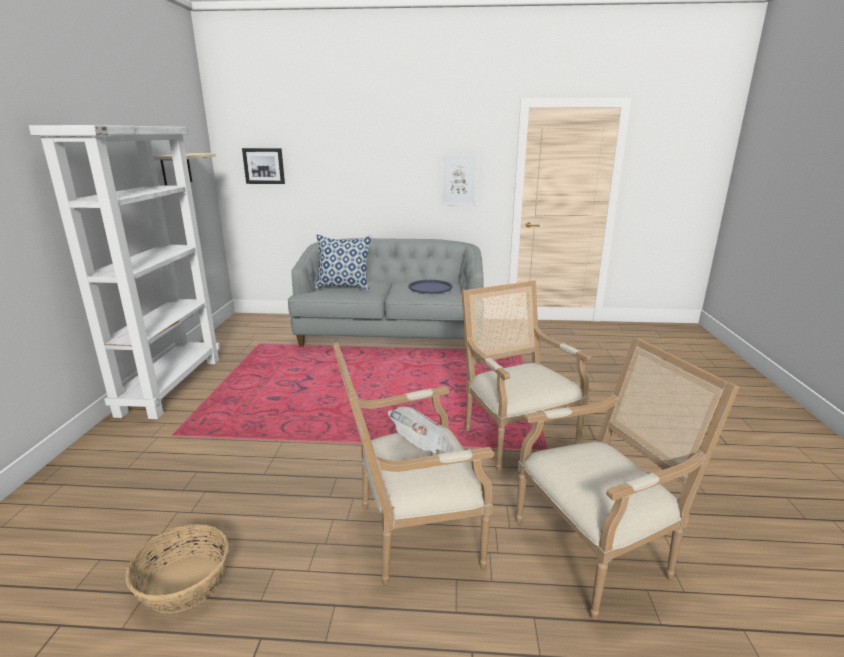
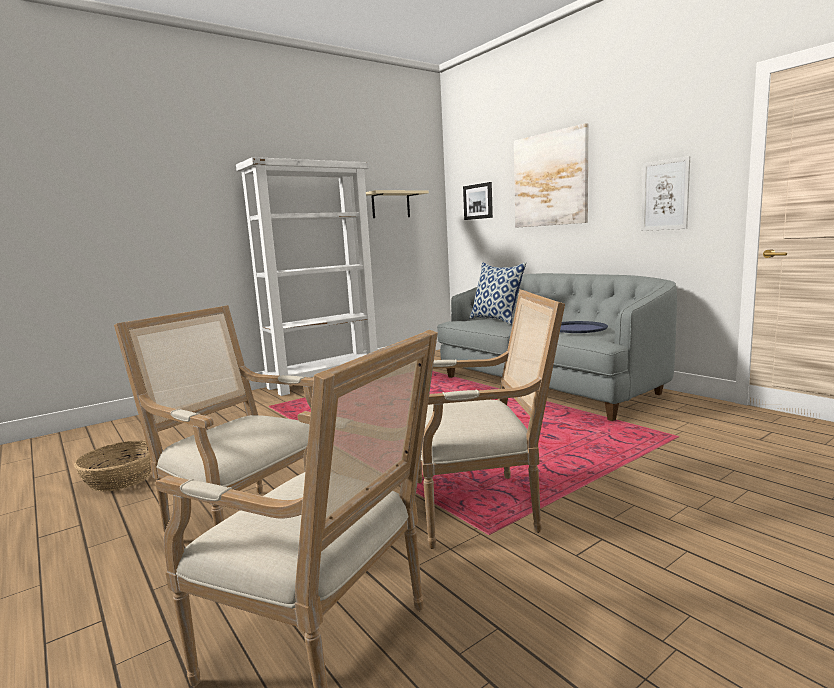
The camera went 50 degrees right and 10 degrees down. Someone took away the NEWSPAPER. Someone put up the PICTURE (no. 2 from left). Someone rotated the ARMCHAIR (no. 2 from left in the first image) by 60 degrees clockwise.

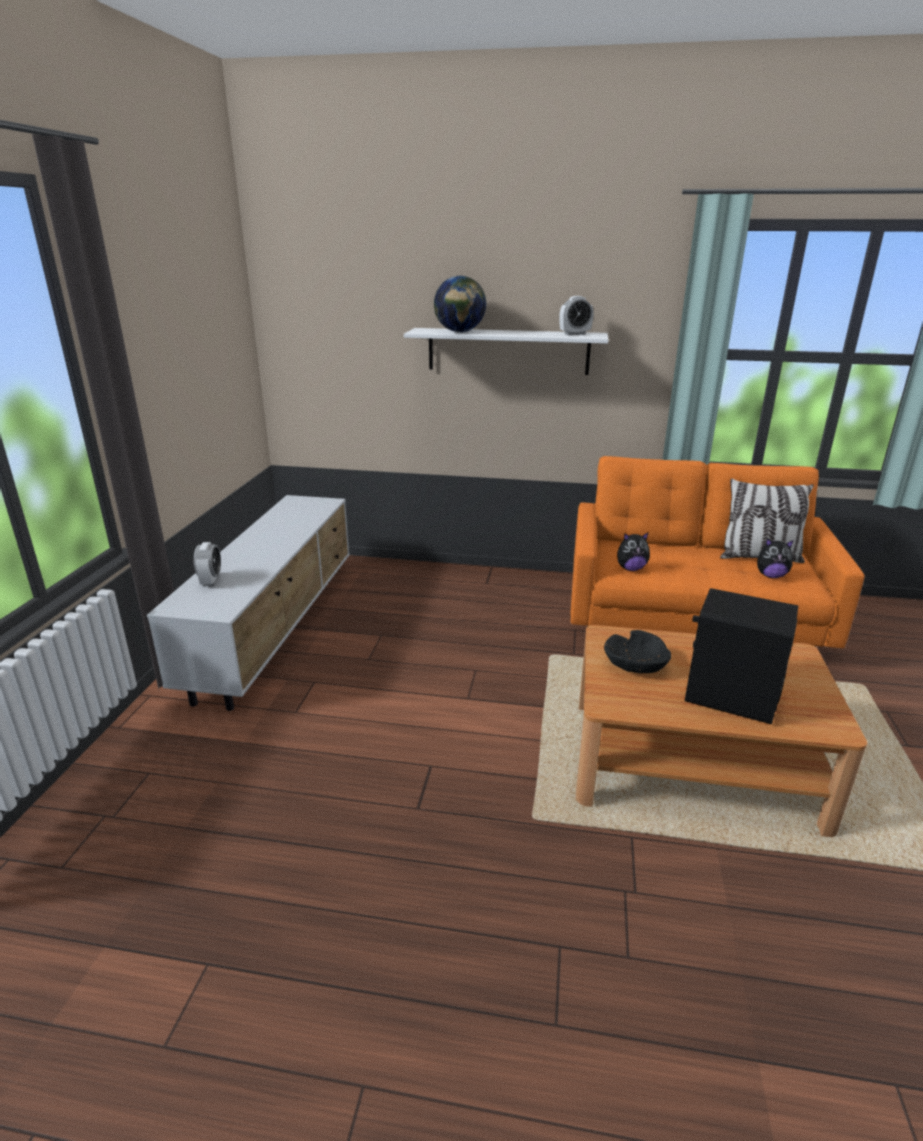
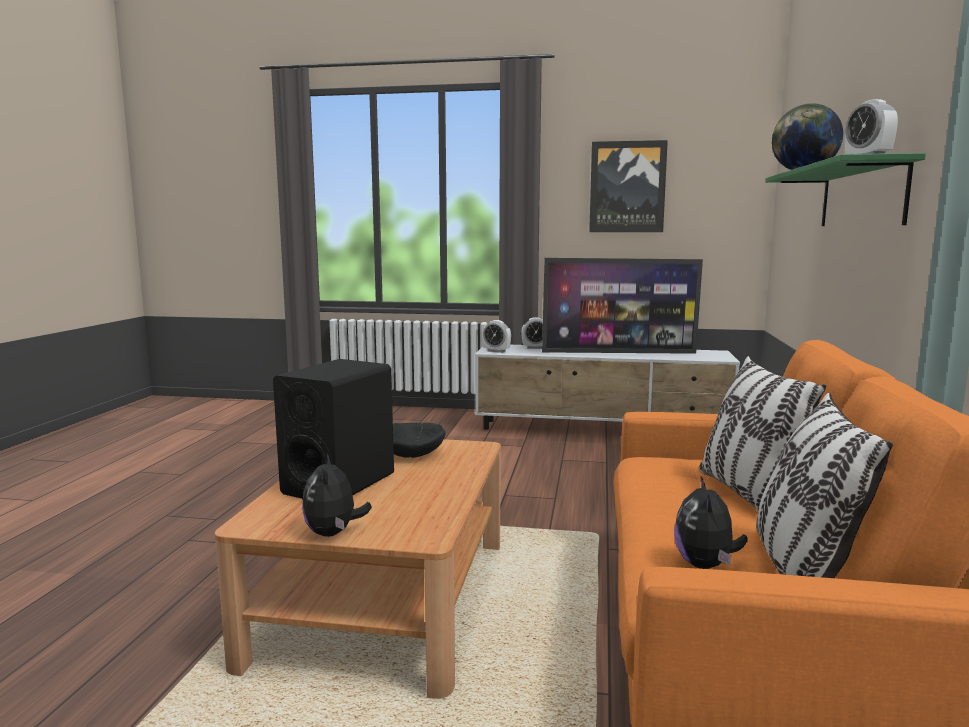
The camera went 90 degrees right and 15 degrees down. Someone put down the ALARM CLOCK (no. 1 from left). Someone put down the TELEVISION. Someone put up the PICTURE. Someone put down the PILLOW (no. 1 from left). Someone carried the PLUSH TOY (no. 1 from left). Someone repainted the WHITE SHELF, which became the GREEN SHELF.

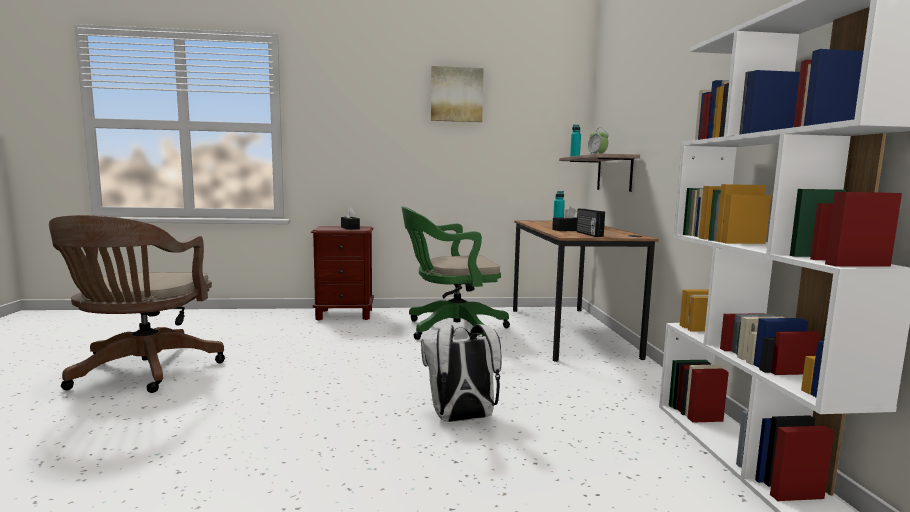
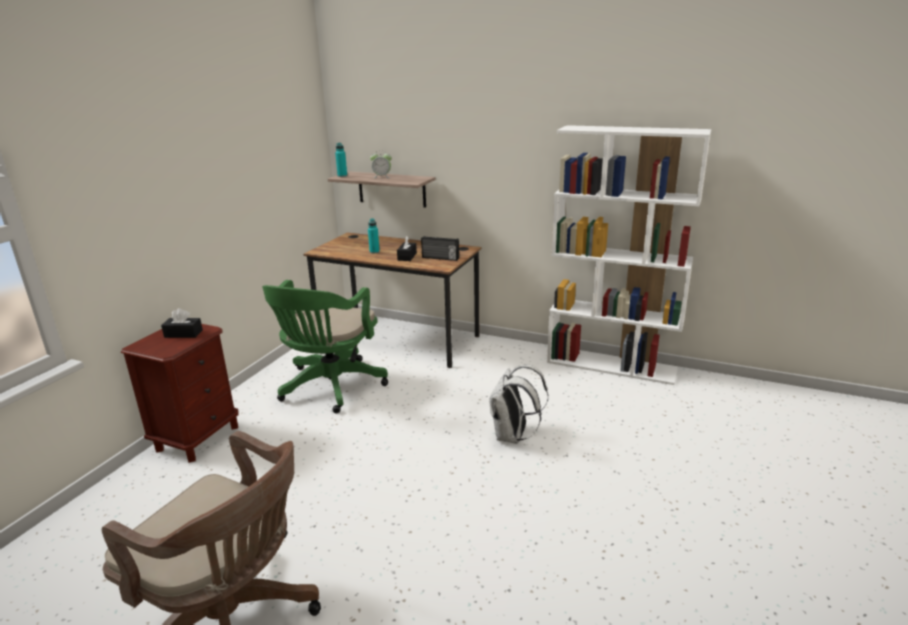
The camera went 60 degrees left and 15 degrees up. Someone took away the PICTURE.

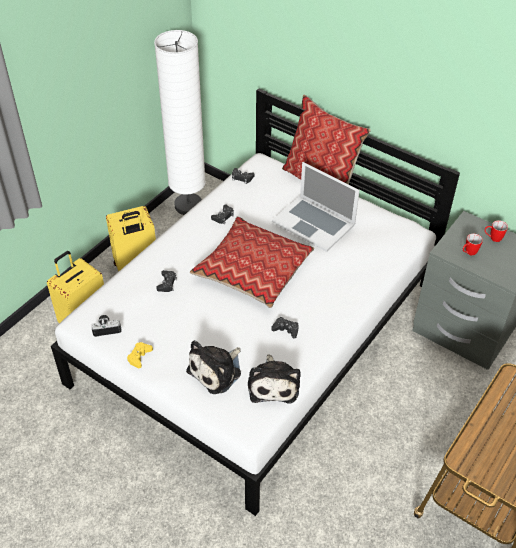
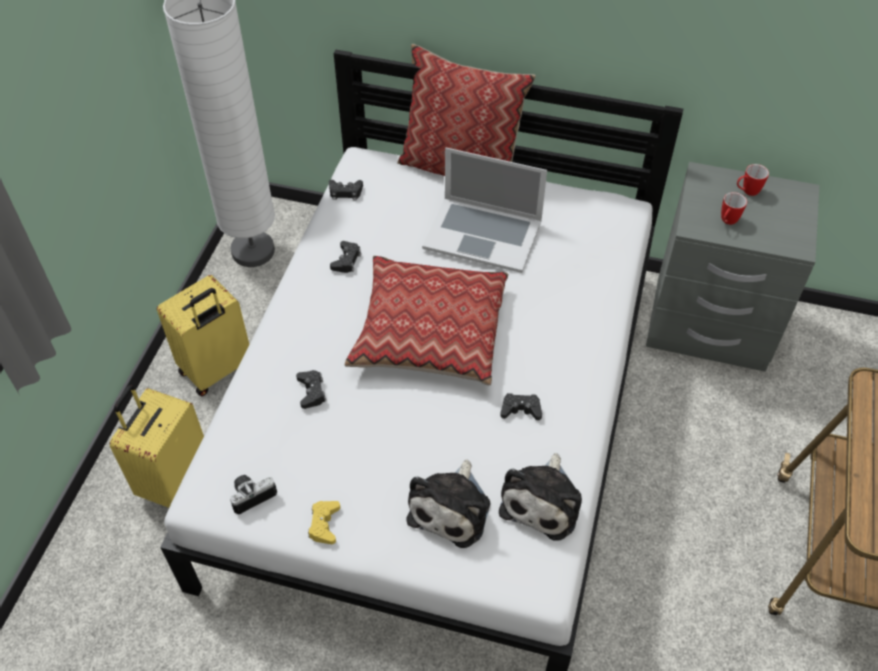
The camera went 20 degrees left and 5 degrees up. Someone rotated the PLUSH TOY (no. 2 from left) by 45 degrees clockwise.

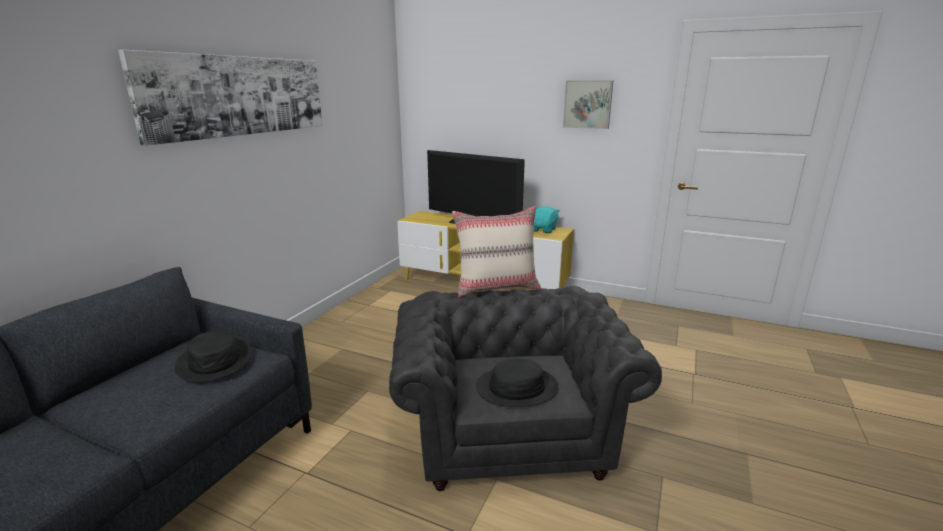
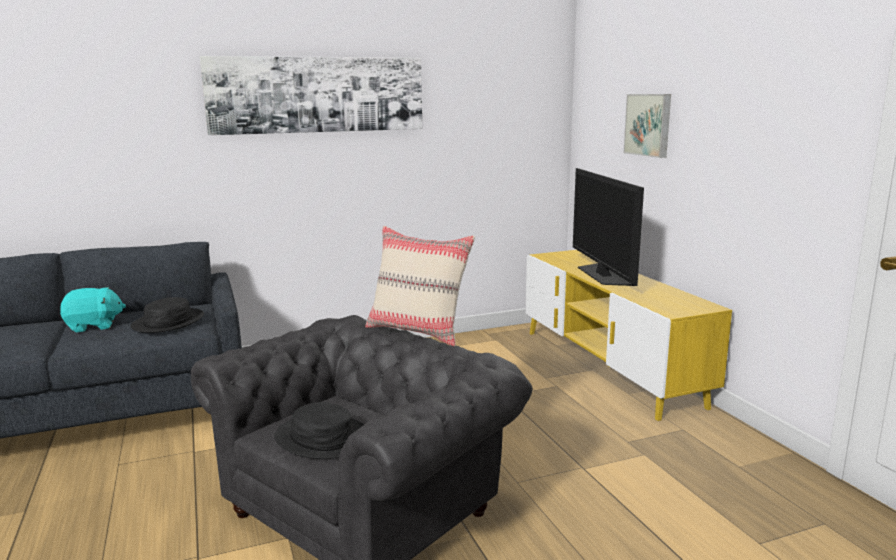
The camera went 45 degrees right and 5 degrees down. Someone carried the TURQUOISE PLUSH TOY. Someone carried the PICTURE (no. 2 from left).

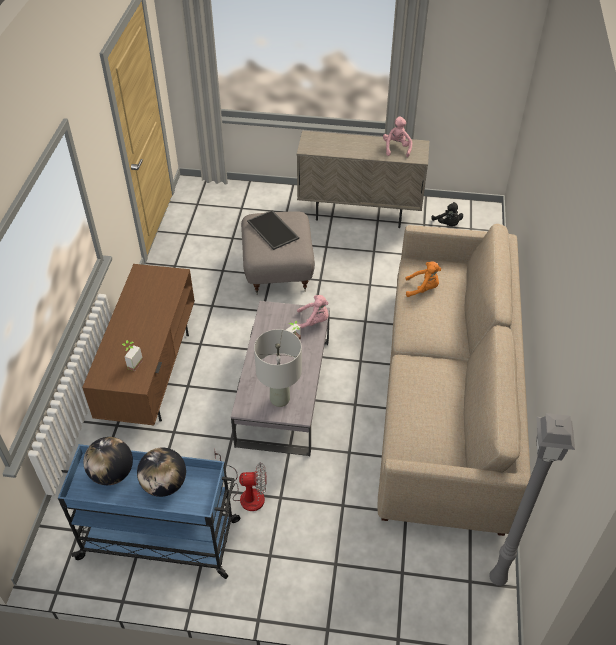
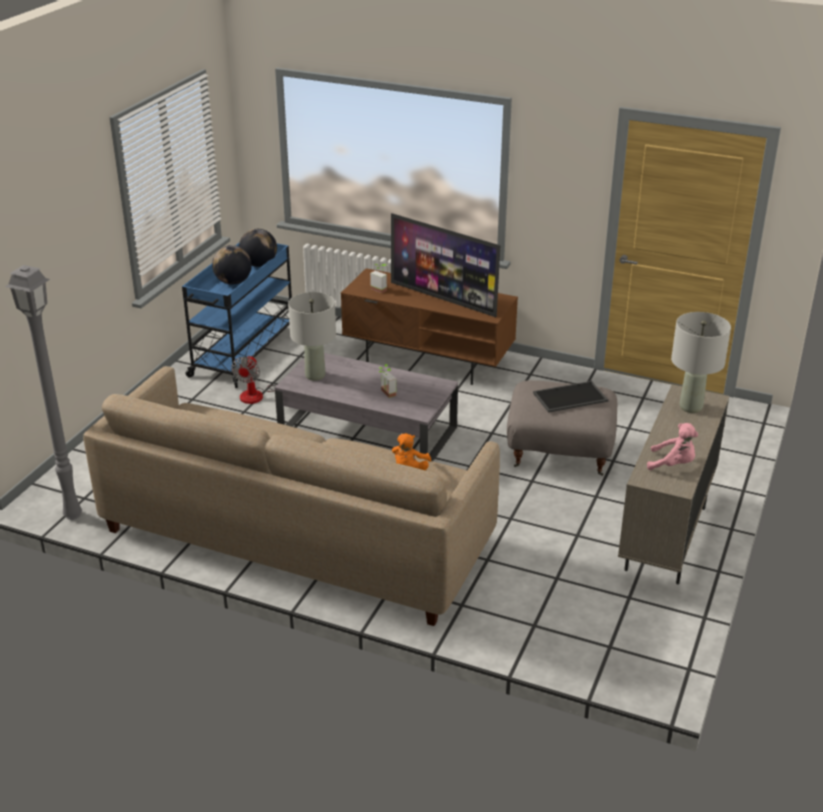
The camera went 105 degrees right and 15 degrees down. Someone took away the PINK PLUSH TOY (no. 1 from left). Someone took away the BLACK PLUSH TOY. Someone put down the TELEVISION. Someone put down the GREY TABLE LAMP (no. 2 from left).

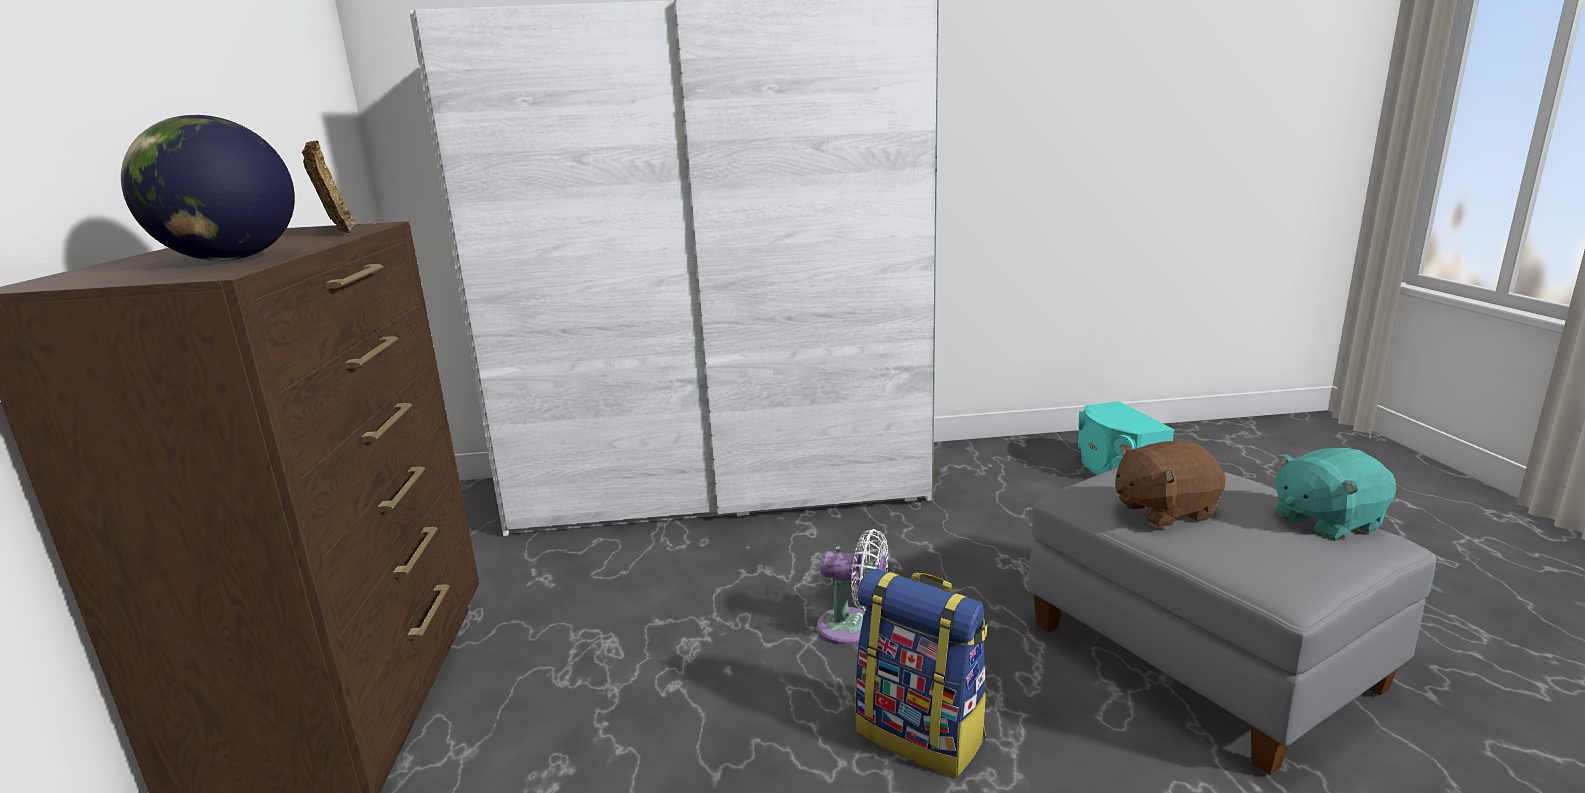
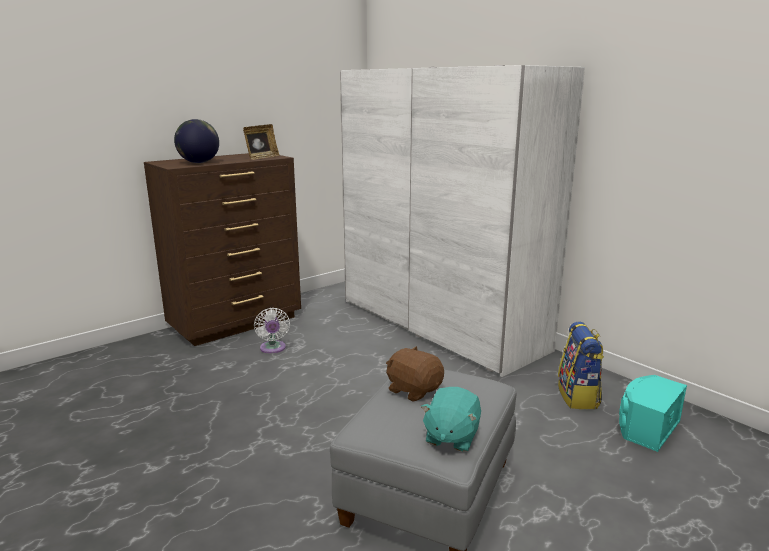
The camera went 55 degrees right and 0 degrees up. Someone carried the WHITE FAN. Someone carried the BACKPACK. Someone rotated the TURQUOISE PLUSH TOY by 105 degrees counterclockwise.

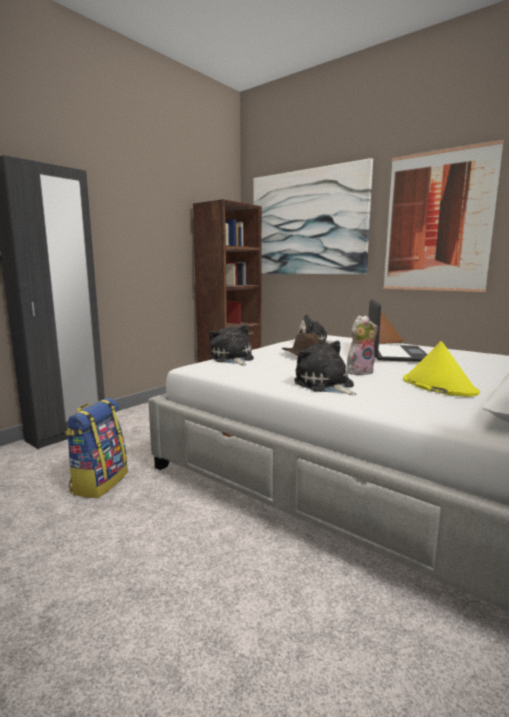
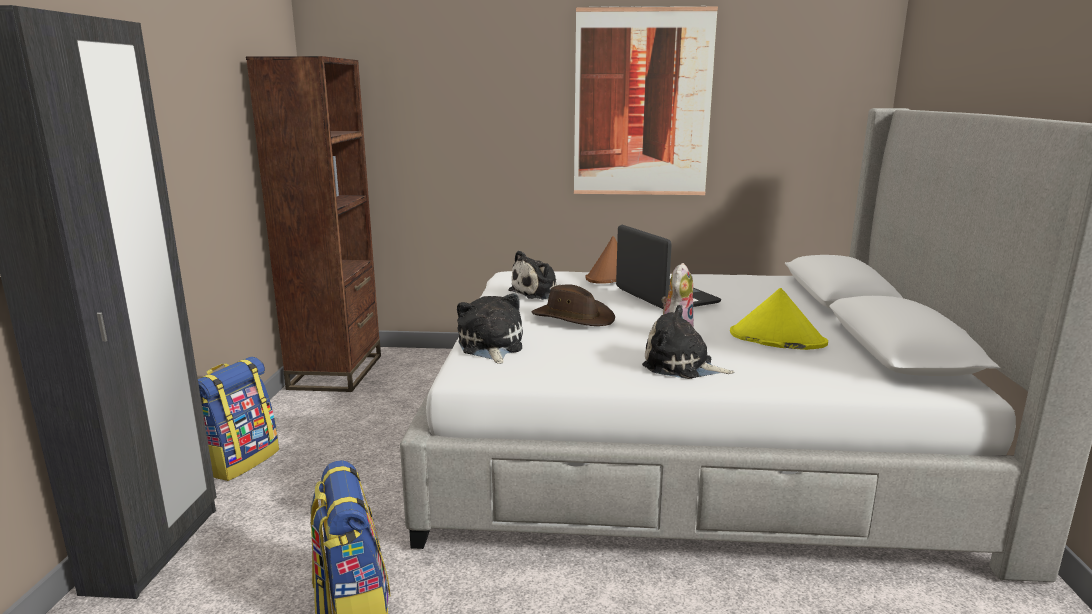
The camera went 35 degrees left and 5 degrees up. Someone took away the PICTURE (no. 1 from left). Someone put down the BACKPACK (no. 1 from left). Someone rotated the PLUSH TOY (no. 1 from left) by 45 degrees clockwise.

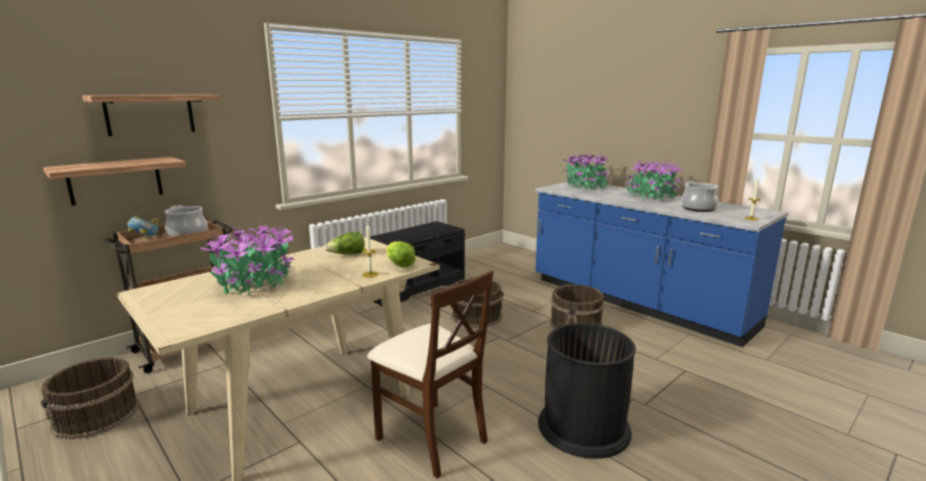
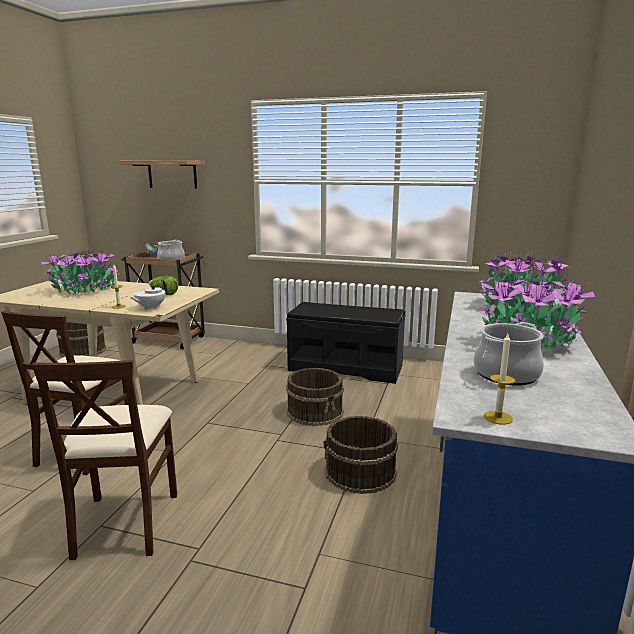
The camera went 60 degrees right and 0 degrees up. Someone took away the SHELF (no. 1 from left). Someone swapped the LETTUCE (no. 2 from left) for the WHITE TEAPOT. Someone swapped the BLACK TRASH CAN for the BEIGE CHAIR (no. 2 from left).

